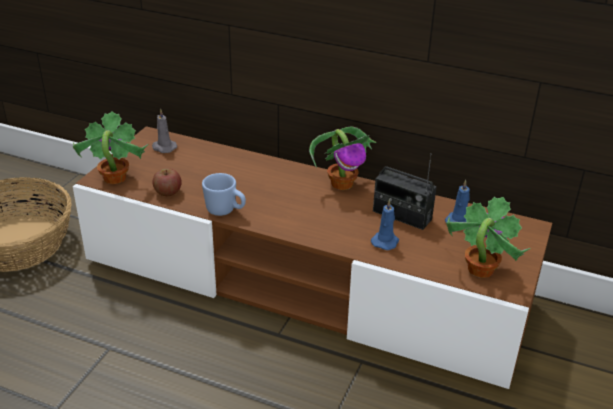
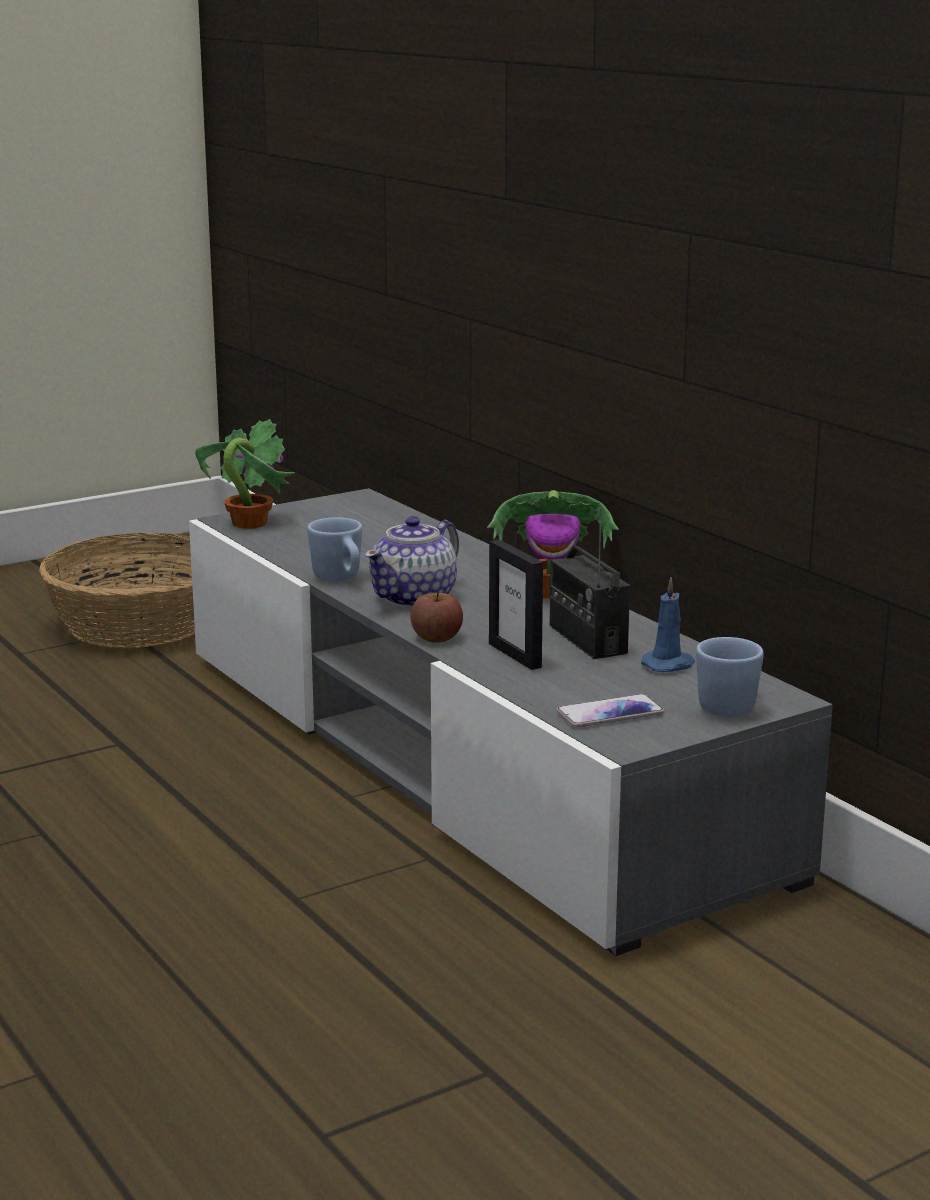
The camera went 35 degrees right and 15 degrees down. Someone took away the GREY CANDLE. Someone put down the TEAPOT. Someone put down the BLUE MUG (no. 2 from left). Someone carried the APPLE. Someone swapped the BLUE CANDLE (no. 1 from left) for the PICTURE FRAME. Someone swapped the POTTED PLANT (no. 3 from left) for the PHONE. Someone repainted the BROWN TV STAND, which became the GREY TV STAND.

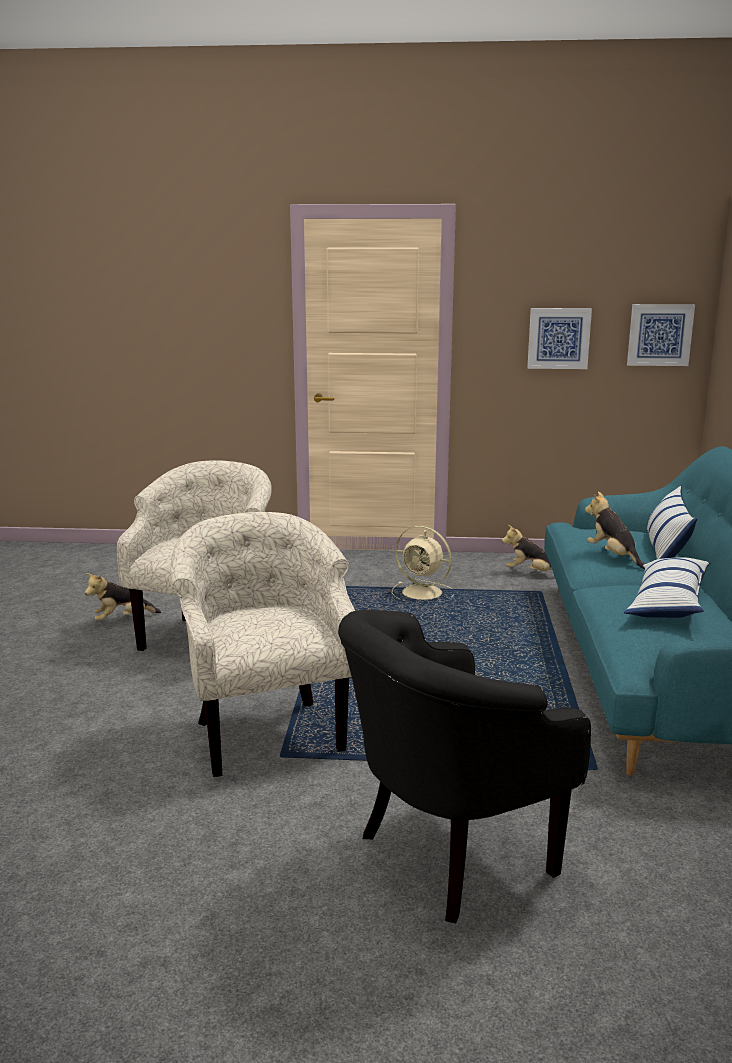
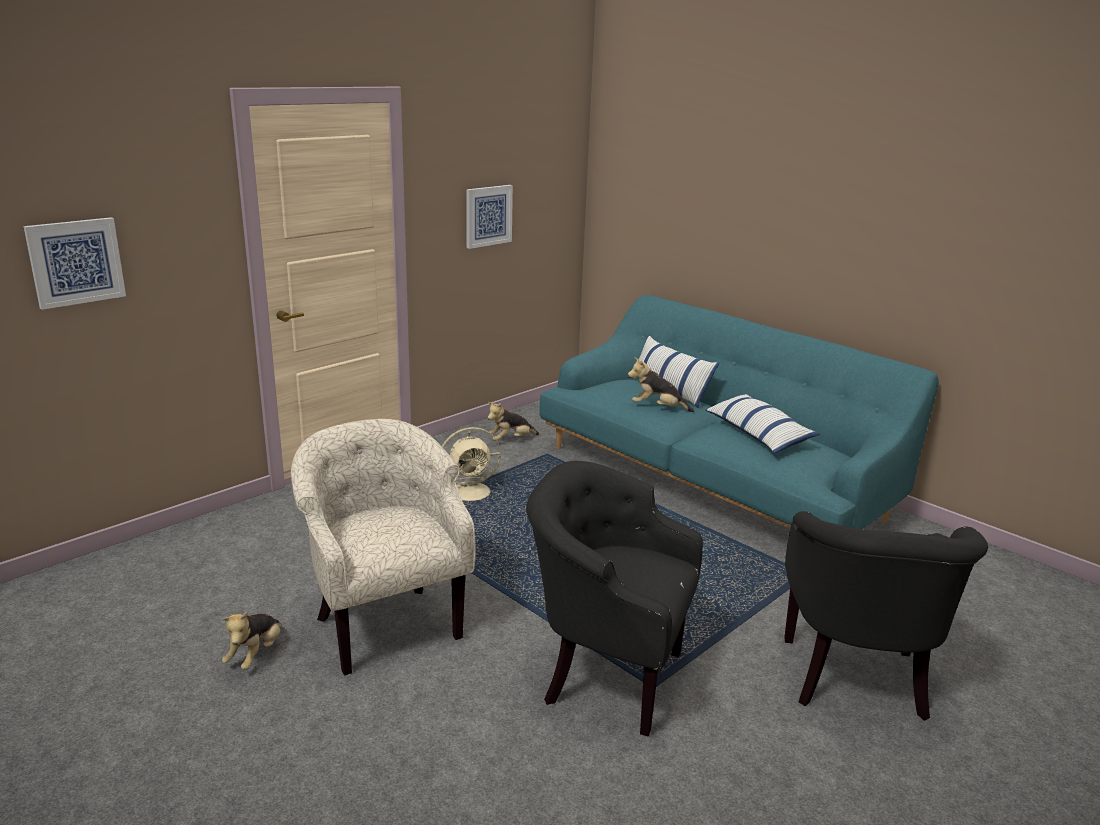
The camera went 50 degrees left and 5 degrees up. Someone carried the PICTURE (no. 2 from left in the first image). Someone repainted the BEIGE ARMCHAIR (no. 2 from left), which became the BLACK ARMCHAIR (no. 1 from left).

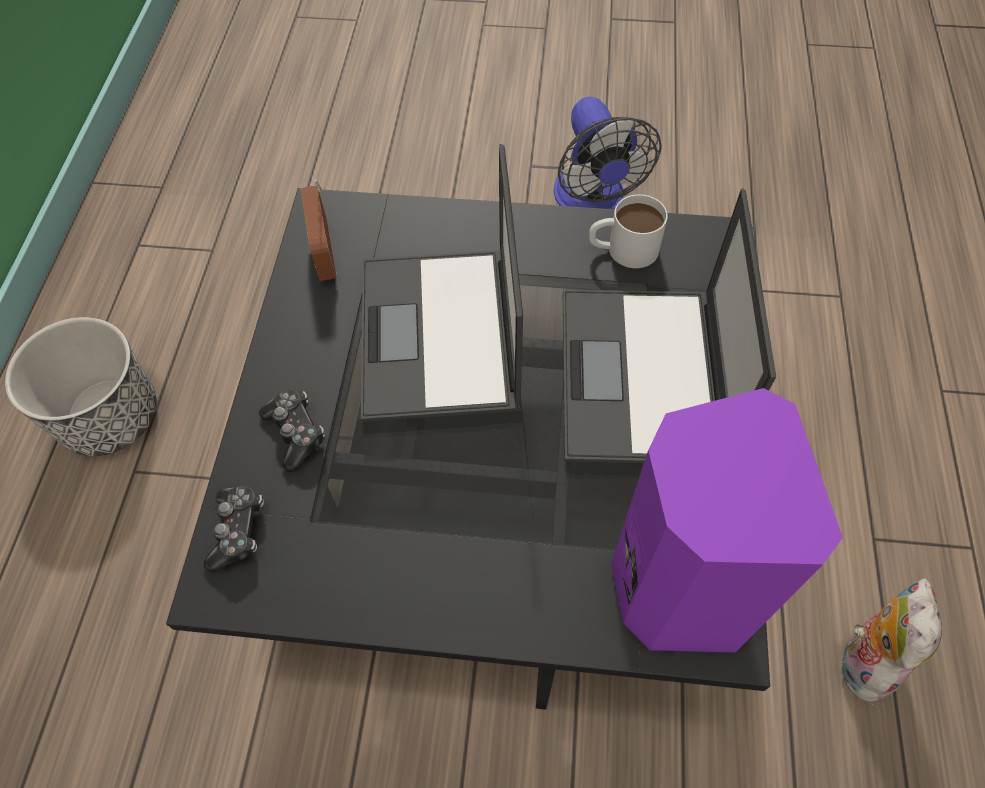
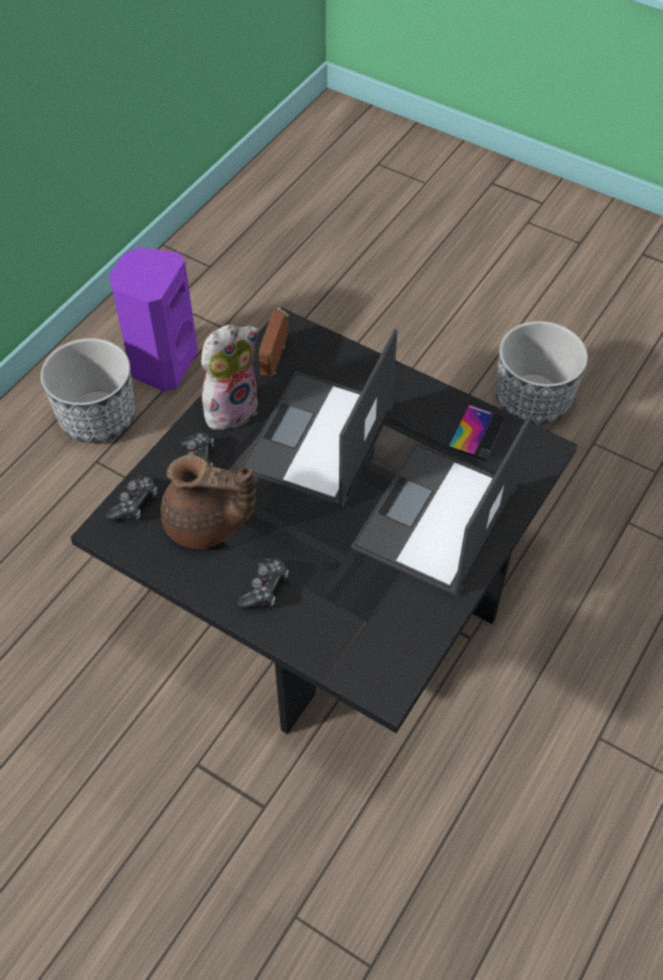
The camera went 25 degrees right and 5 degrees down. Someone put down the BROWN TEAPOT. Someone put down the GAME CONTROLLER (no. 3 from left). Someone carried the PURPLE SPEAKER. Someone carried the PLUSH TOY. Someone swapped the FAN for the PLANTER (no. 2 from left). Someone swapped the WHITE MUG for the PHONE.

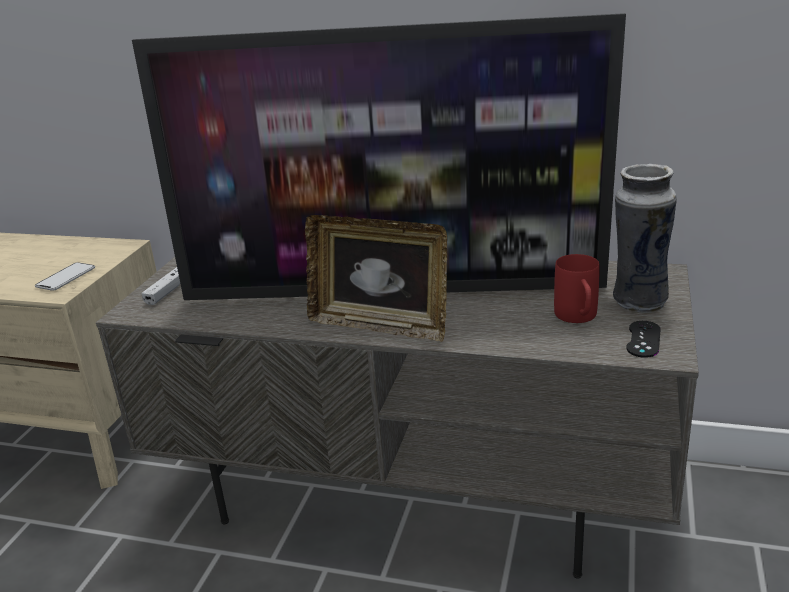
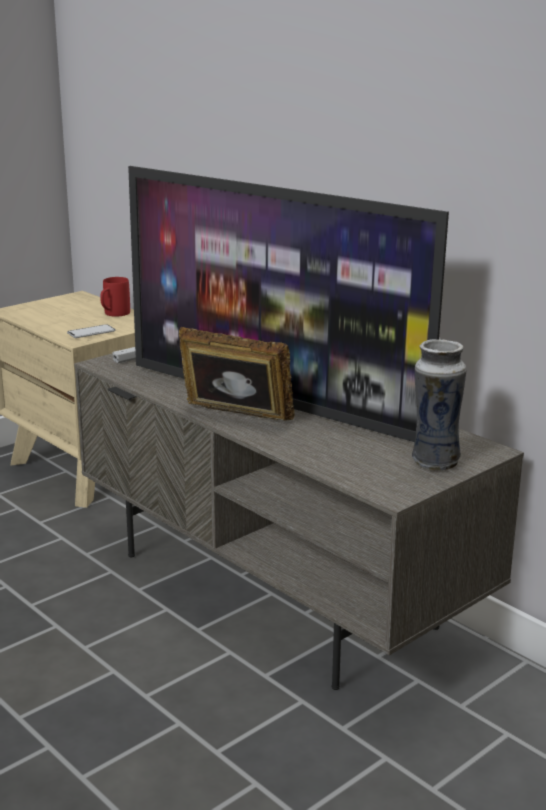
The camera went 30 degrees right and 5 degrees down. Someone took away the BLACK GAME CONTROLLER. Someone carried the RED MUG. Someone rotated the PICTURE FRAME by 150 degrees clockwise.

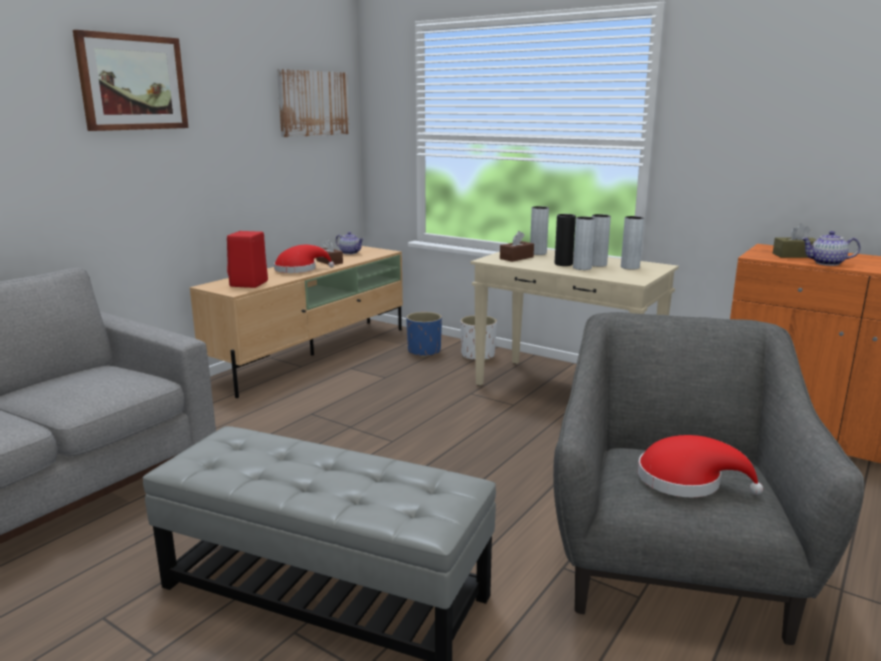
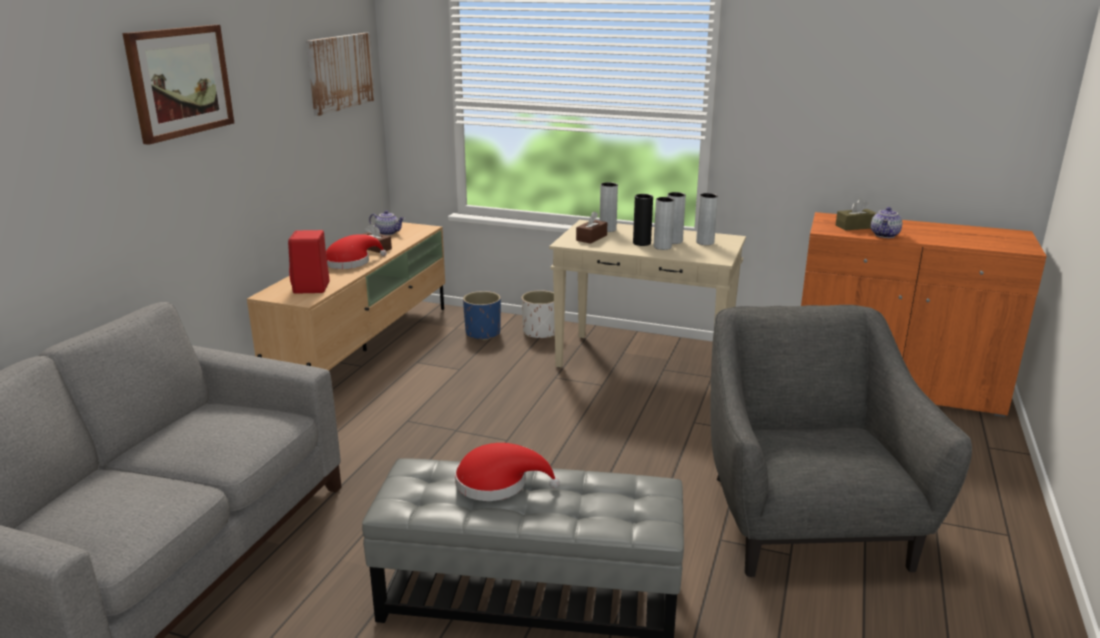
The camera went 15 degrees left and 5 degrees up. Someone carried the RED HAT (no. 2 from left). Someone rotated the TEAPOT (no. 2 from left) by 60 degrees counterclockwise.

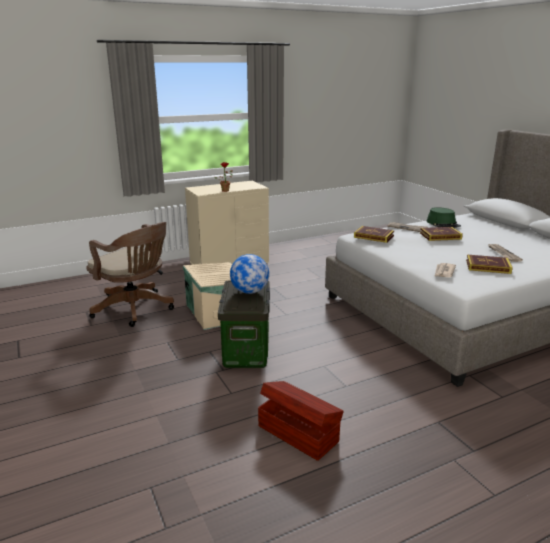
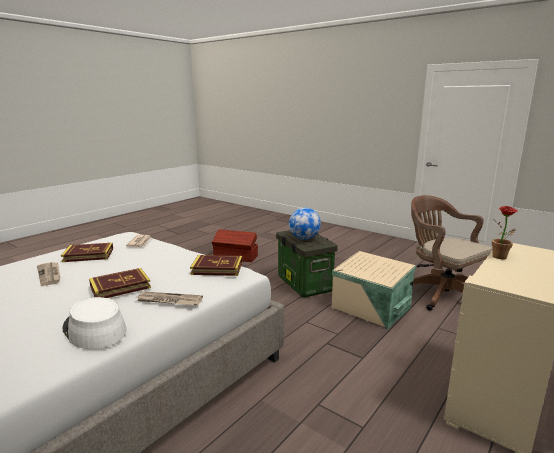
The camera went 155 degrees right and 5 degrees down. Someone repainted the GREEN HAT, which became the WHITE HAT. Someone rotated the BROWN OFFICE CHAIR by 45 degrees clockwise.

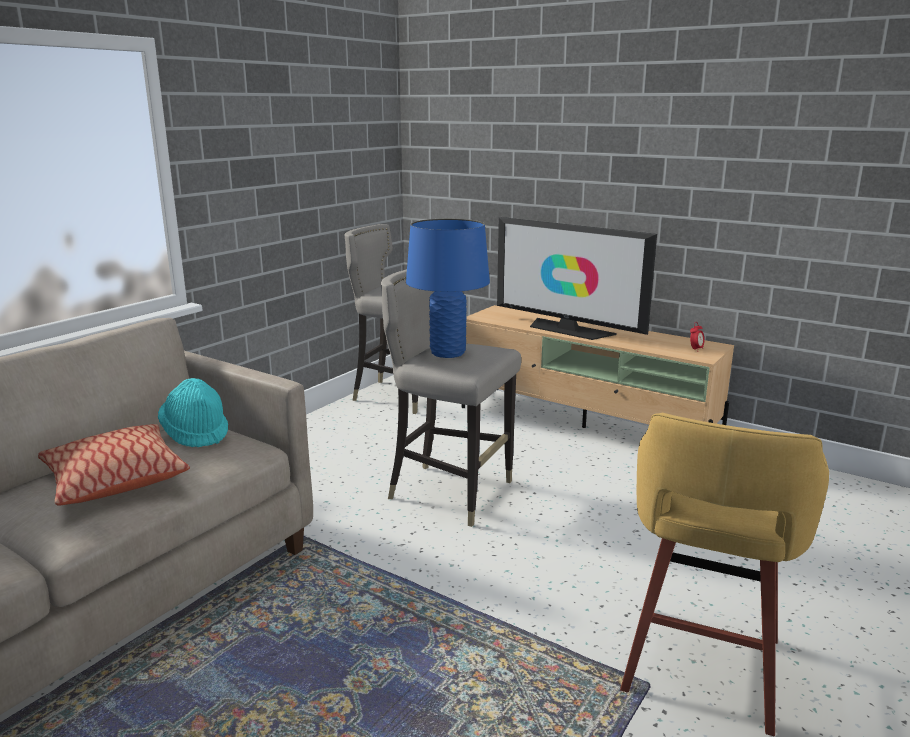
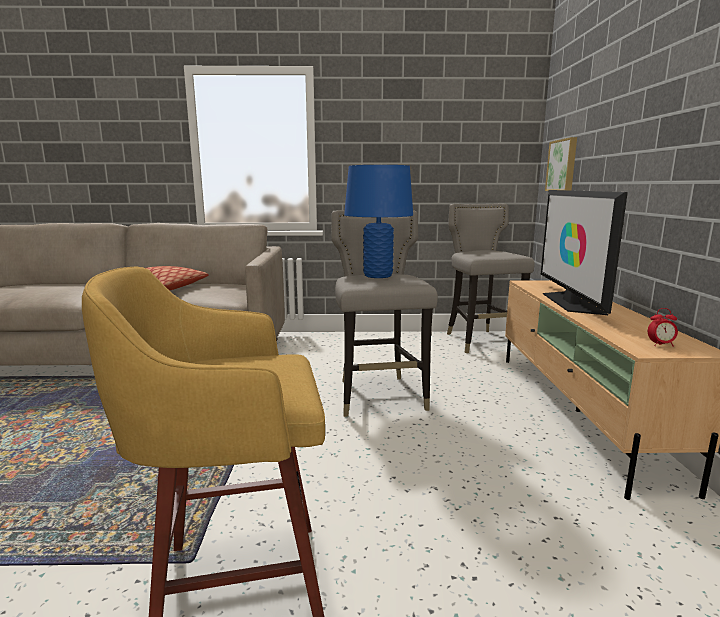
The camera went 55 degrees right and 5 degrees down. Someone took away the TURQUOISE HAT. Someone put up the PICTURE.

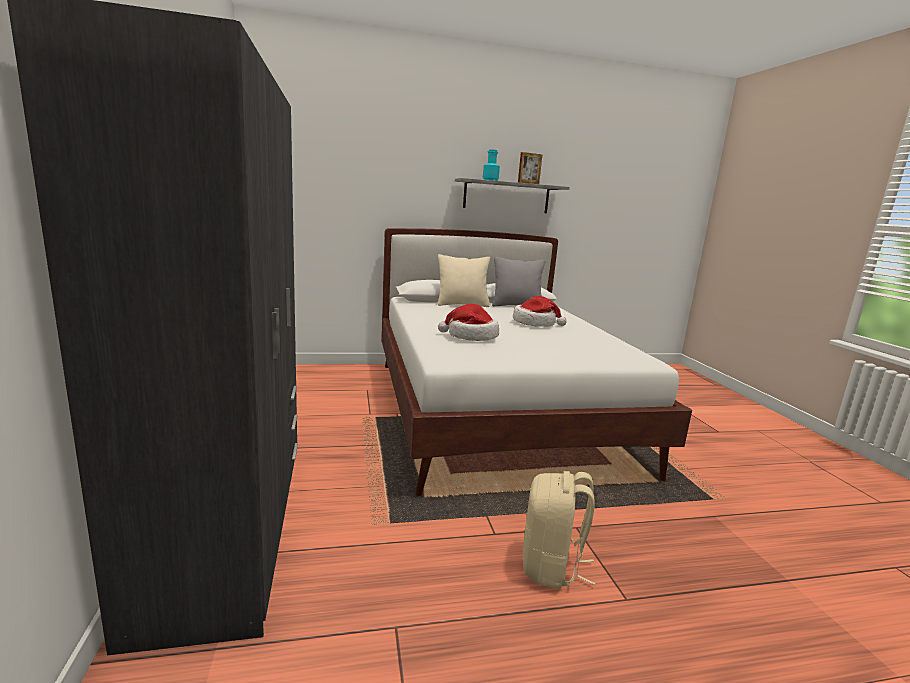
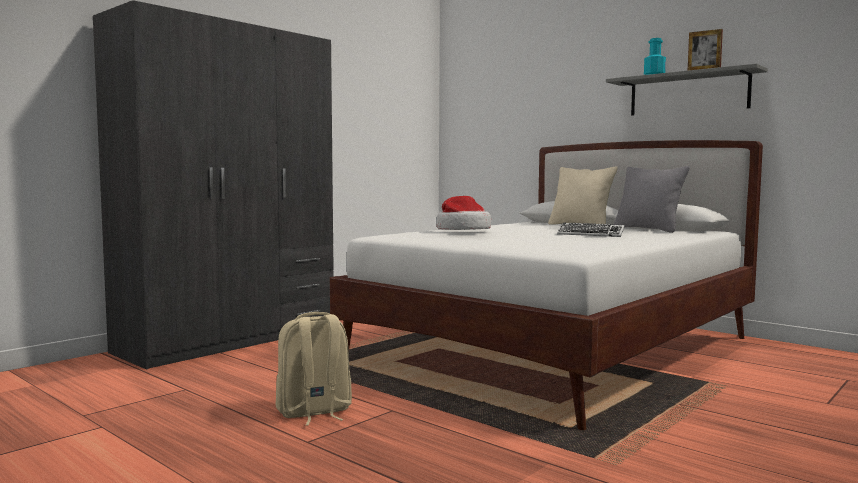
The camera went 55 degrees right and 10 degrees down. Someone swapped the HAT (no. 2 from left) for the KEYBOARD.

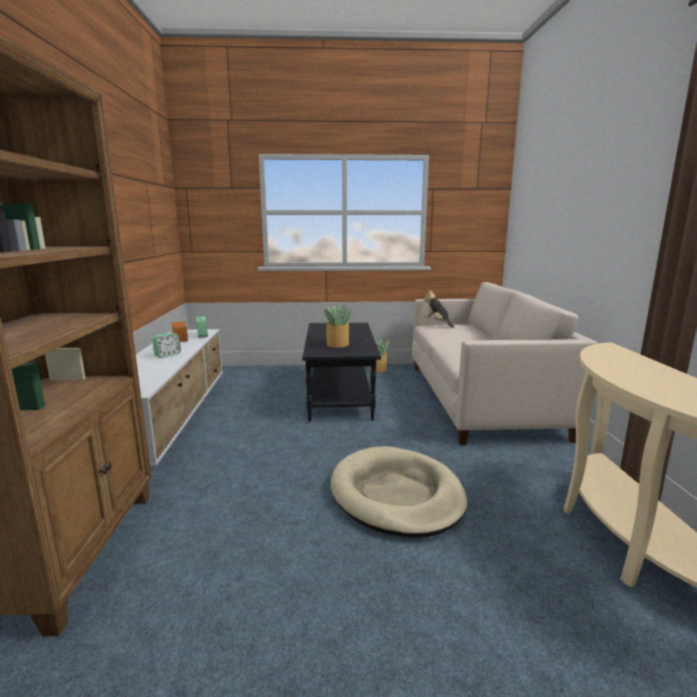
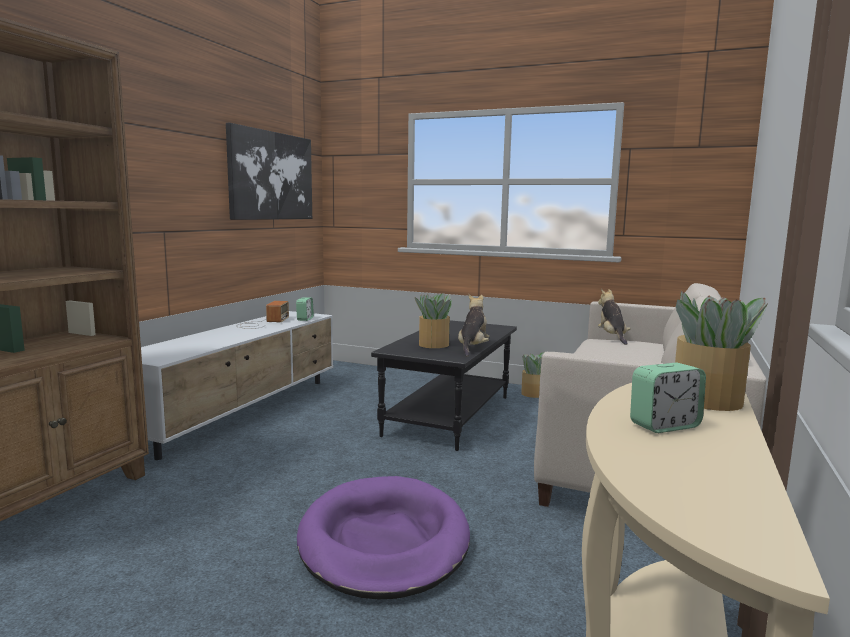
The camera went 25 degrees right and 5 degrees down. Someone put up the PICTURE. Someone put down the PLUSH TOY (no. 1 from left). Someone put down the POTTED PLANT (no. 3 from left). Someone carried the ALARM CLOCK (no. 1 from left in the first image). Someone repainted the BEIGE DOG BED, which became the PURPLE DOG BED.

